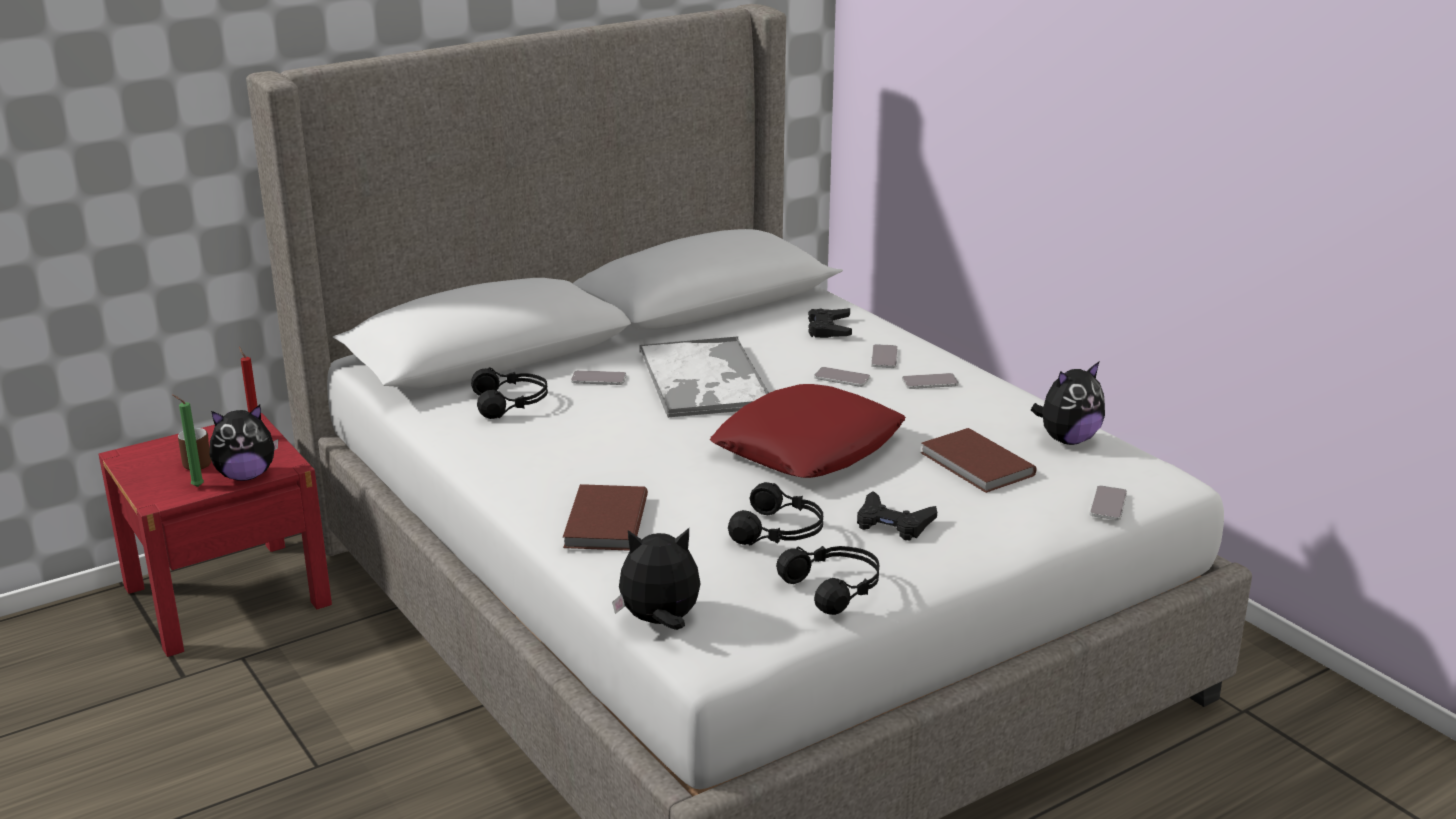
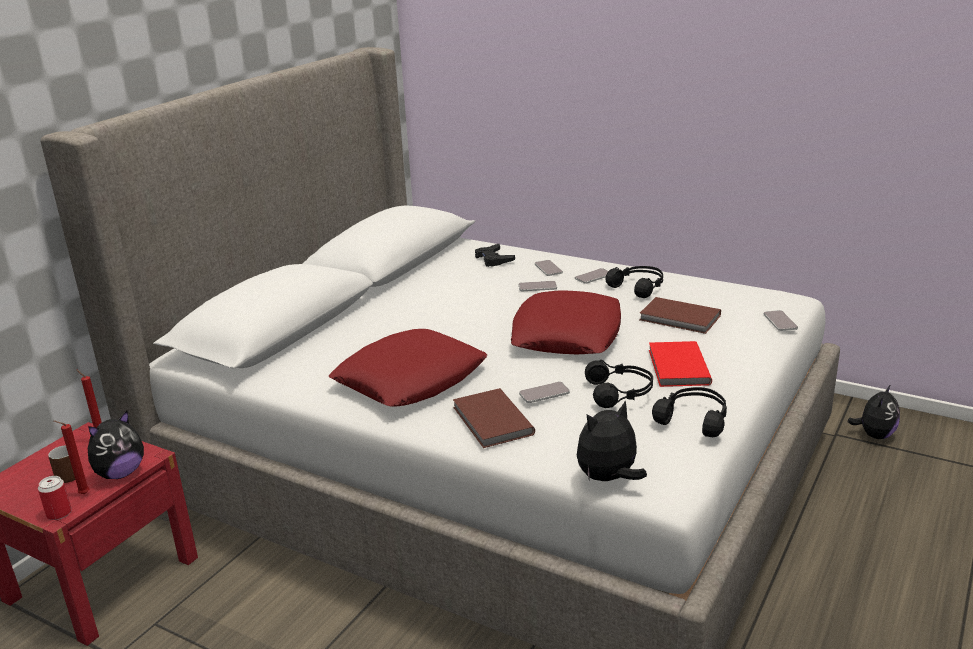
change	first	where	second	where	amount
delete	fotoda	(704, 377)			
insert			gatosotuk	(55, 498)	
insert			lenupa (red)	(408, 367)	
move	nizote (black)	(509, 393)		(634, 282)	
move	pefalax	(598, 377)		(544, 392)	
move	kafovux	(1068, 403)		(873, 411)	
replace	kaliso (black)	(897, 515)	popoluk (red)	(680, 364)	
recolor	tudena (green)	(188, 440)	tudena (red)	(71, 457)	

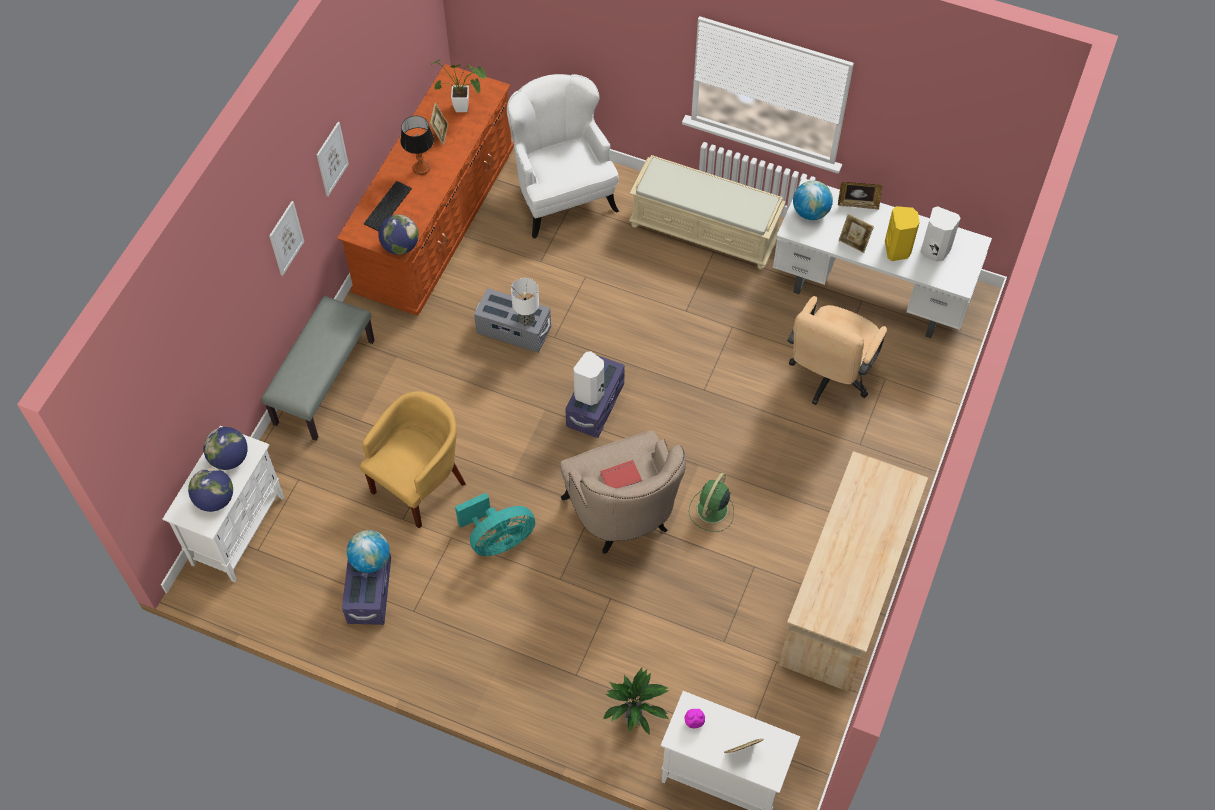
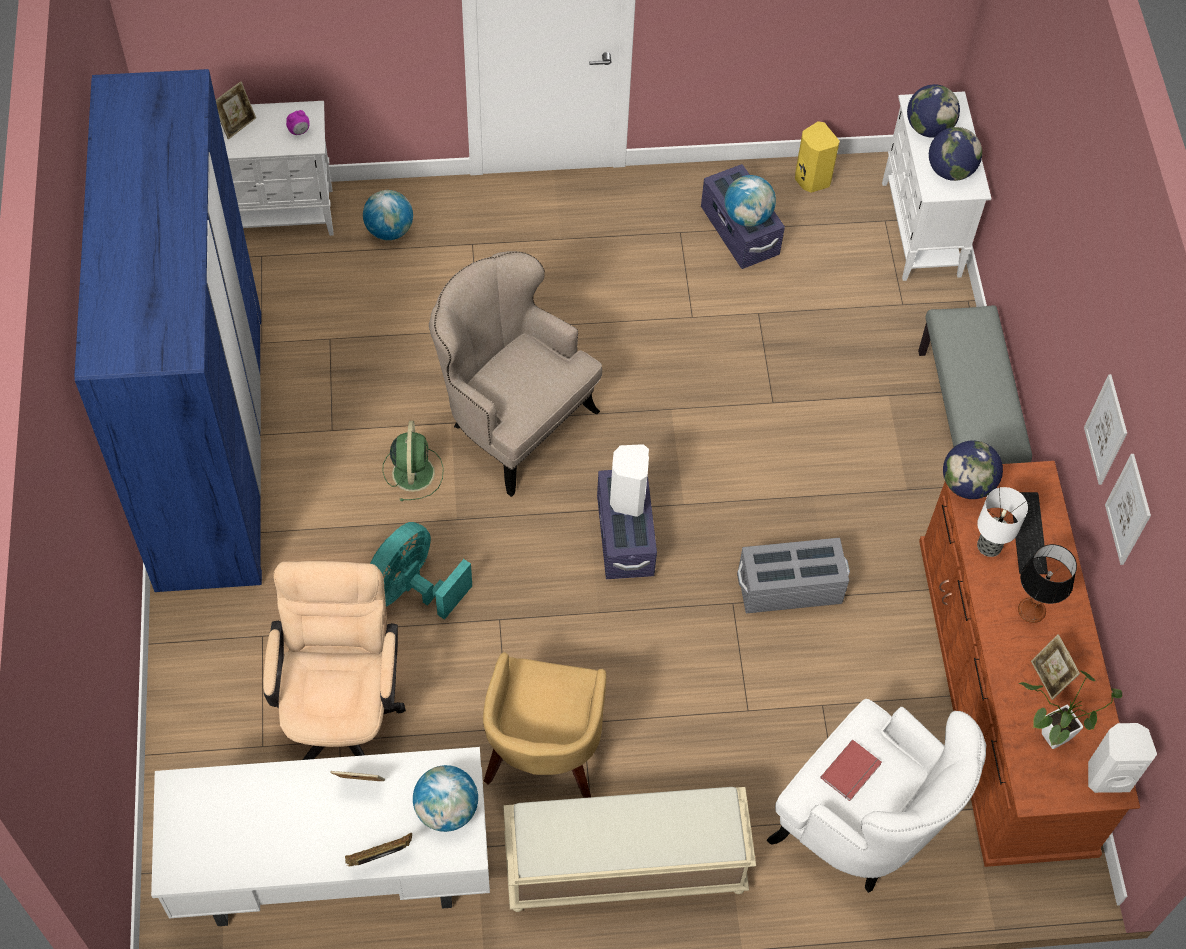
change	first	where	second	where	amount
move	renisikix	(286, 238)		(1128, 509)	
move	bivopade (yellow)	(413, 459)		(544, 725)	
move	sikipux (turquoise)	(495, 524)		(421, 571)	
move	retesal	(525, 302)		(1002, 522)	
move	popoluk (red)	(621, 474)		(851, 770)	
move	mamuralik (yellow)	(902, 233)		(817, 157)	
move	mamuralik (white)	(941, 234)		(1122, 758)	
replace	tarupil	(636, 701)	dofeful	(388, 215)	
replace	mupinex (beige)	(853, 571)	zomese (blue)	(168, 330)	

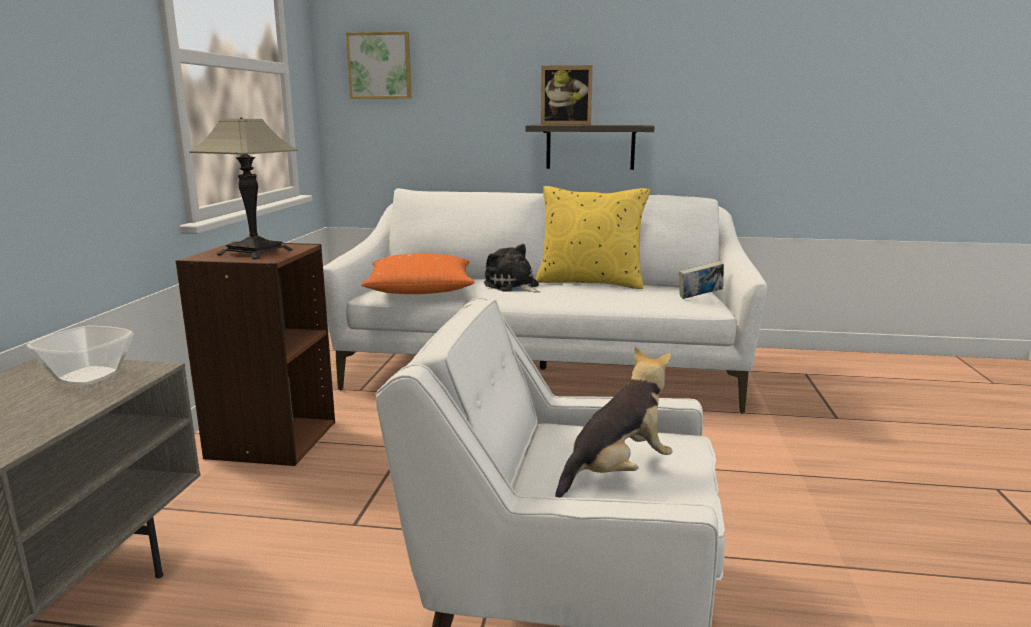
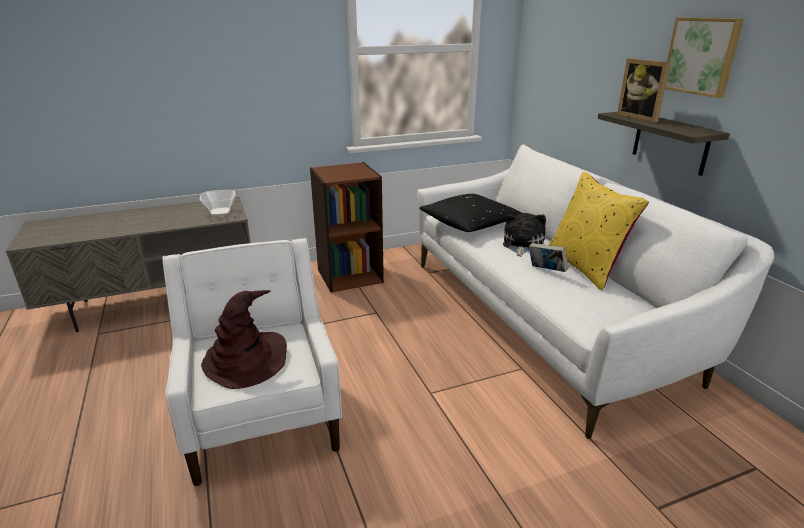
change	first	where	second	where	amount
delete	retesal	(243, 188)			
move	renisikix	(379, 65)		(704, 57)	
move	popoluk	(701, 280)		(548, 257)	
replace	kafovux	(613, 422)	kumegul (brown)	(244, 339)	
recolor	lenupa (orange)	(417, 273)	lenupa (black)	(470, 213)	

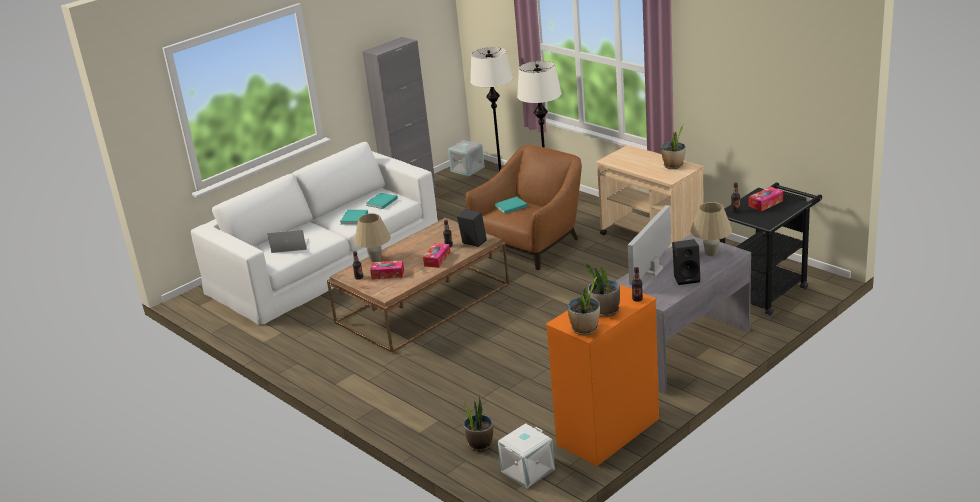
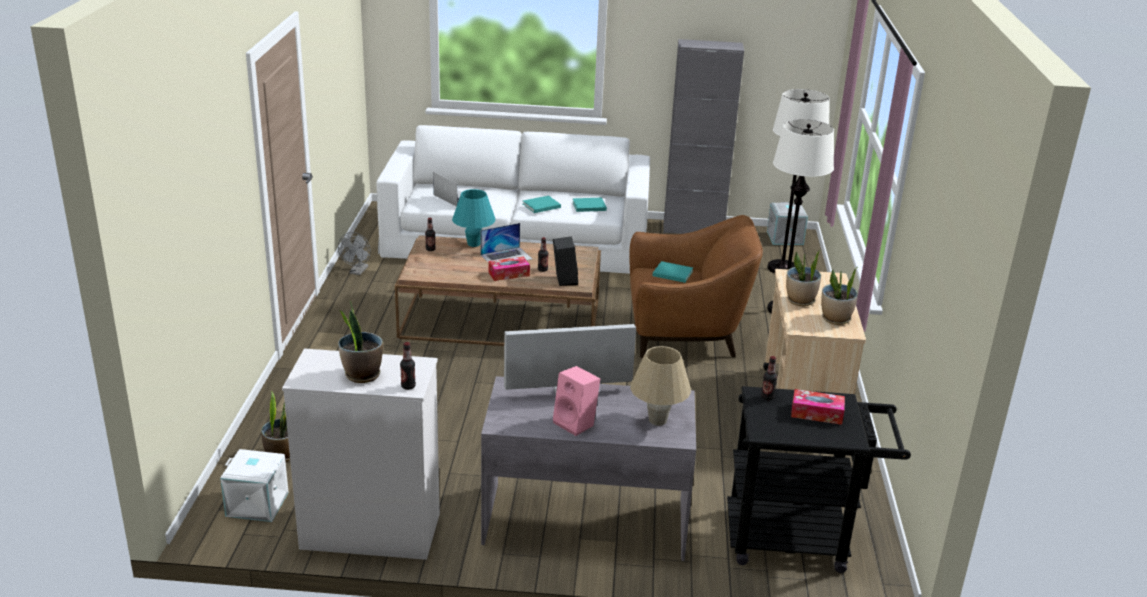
change	first	where	second	where	amount
delete	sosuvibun	(387, 269)			
insert			sikipux (grey)	(354, 253)	
insert			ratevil	(506, 242)	
move	tarupil	(583, 306)		(803, 277)	
recolor	retesal (beige)	(372, 237)	retesal (turquoise)	(473, 218)	
recolor	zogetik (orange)	(602, 375)	zogetik (white)	(361, 454)	
recolor	mamuralik (black)	(686, 262)	mamuralik (pink)	(576, 401)	

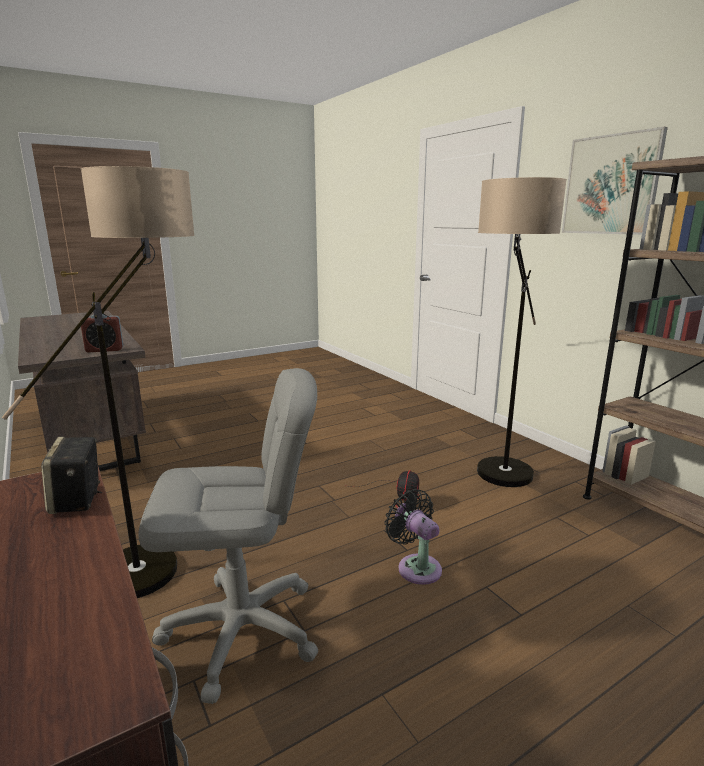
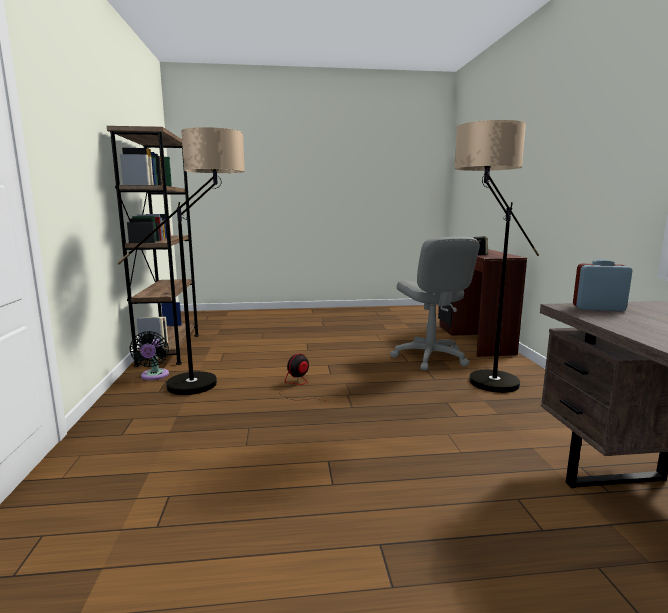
change	first	where	second	where	amount
delete	renisikix	(615, 181)			
move	sikipux (black)	(413, 537)		(149, 355)	
rotate	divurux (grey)	(228, 536)		(435, 304)	120 degrees counterclockwise

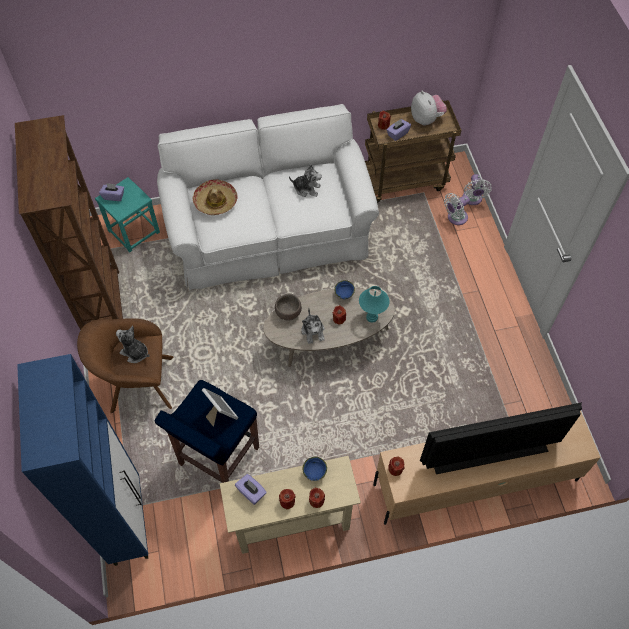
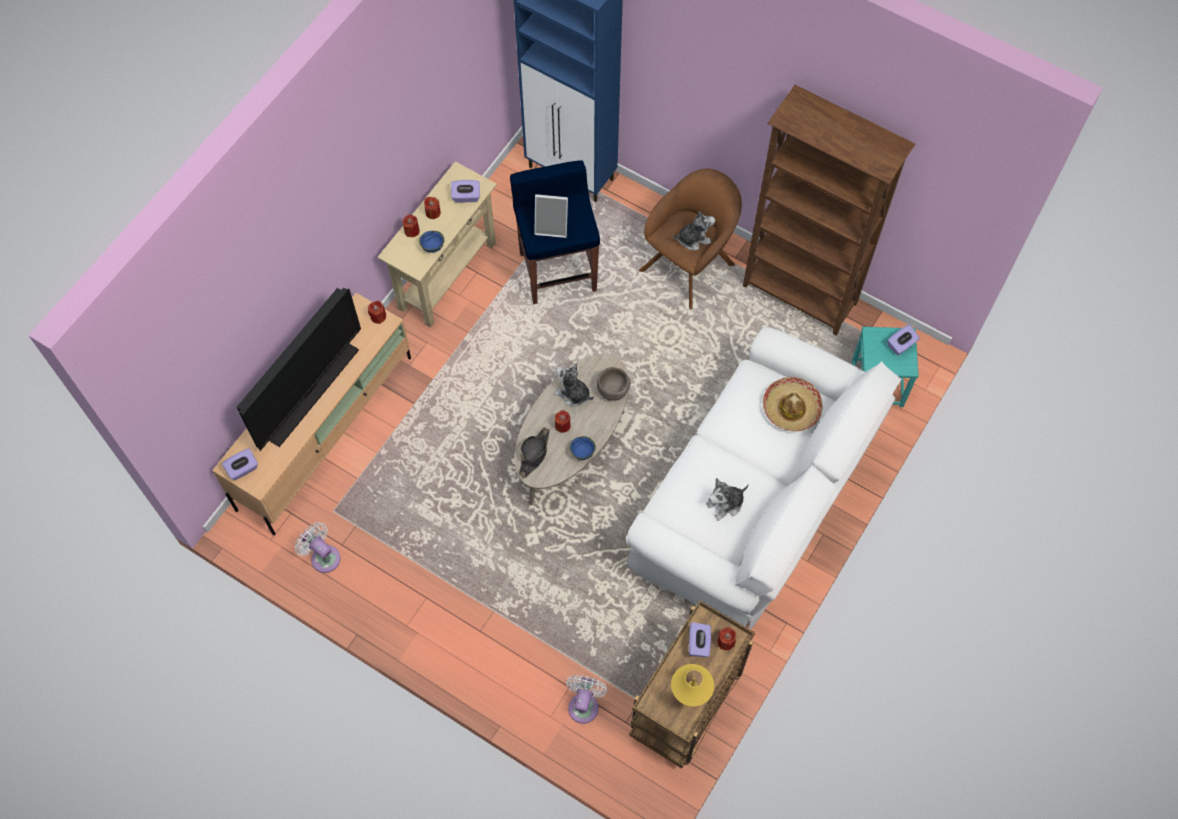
change	first	where	second	where	amount
insert			sosuvibun (purple)	(240, 464)	
move	sikipux (white)	(477, 189)		(317, 547)	
replace	retesal (turquoise)	(374, 304)	kumegul (black)	(534, 452)	
replace	kafovux	(429, 108)	retesal (yellow)	(692, 685)	

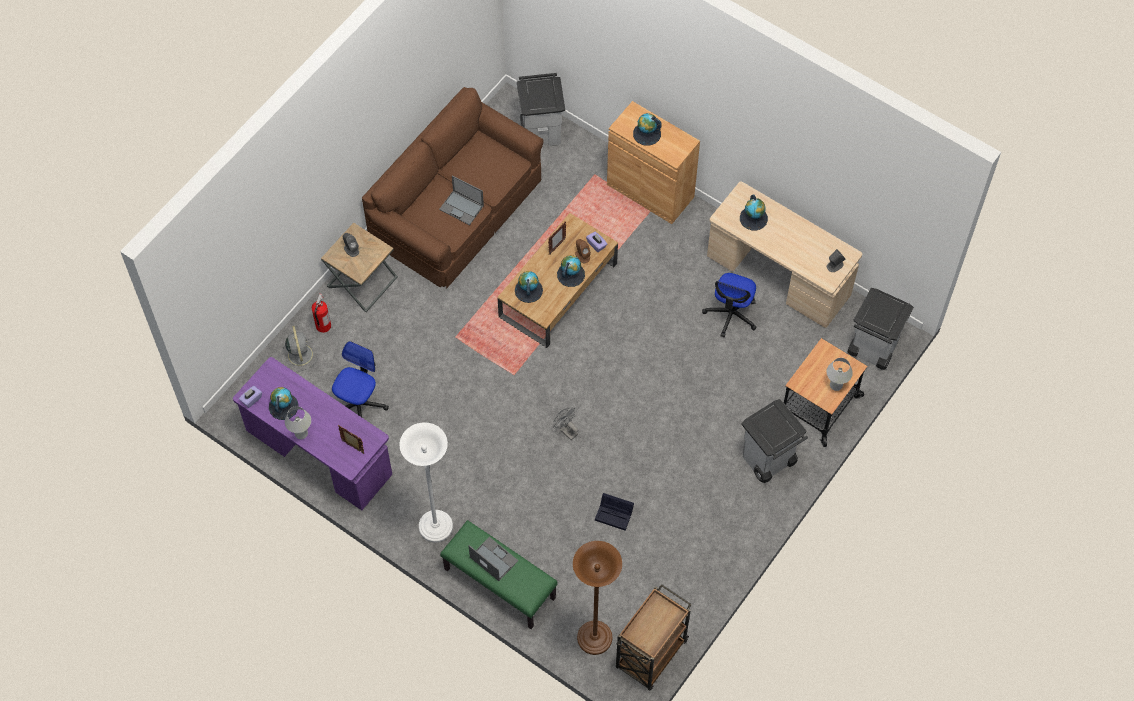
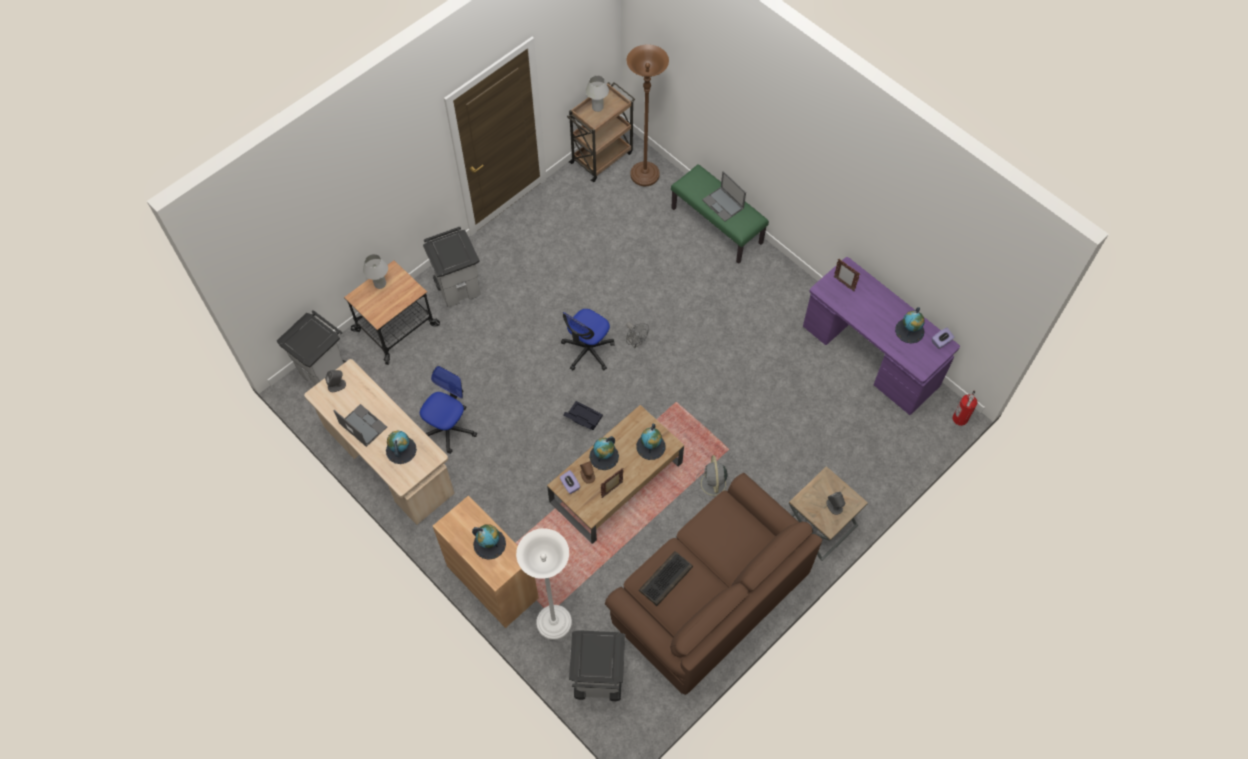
change	first	where	second	where	amount
insert			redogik	(666, 578)	
move	sikipux (grey)	(300, 349)		(713, 478)	
move	retesal (white)	(298, 422)		(597, 93)	
move	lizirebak	(321, 313)		(965, 408)	
move	divurux	(360, 379)		(588, 339)	
move	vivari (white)	(426, 482)		(544, 584)	
move	ratevil	(461, 200)		(360, 425)	
move	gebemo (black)	(614, 512)		(583, 415)	

